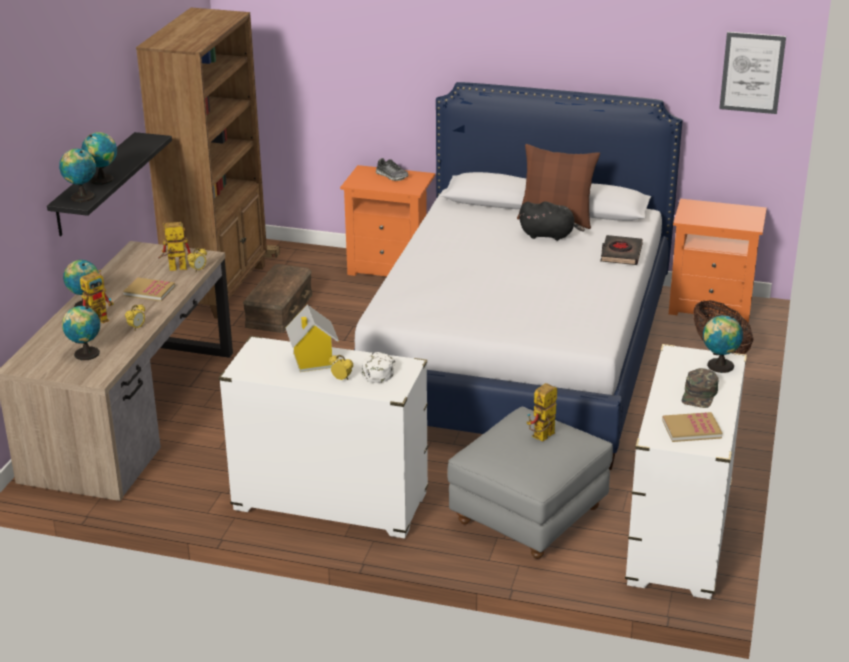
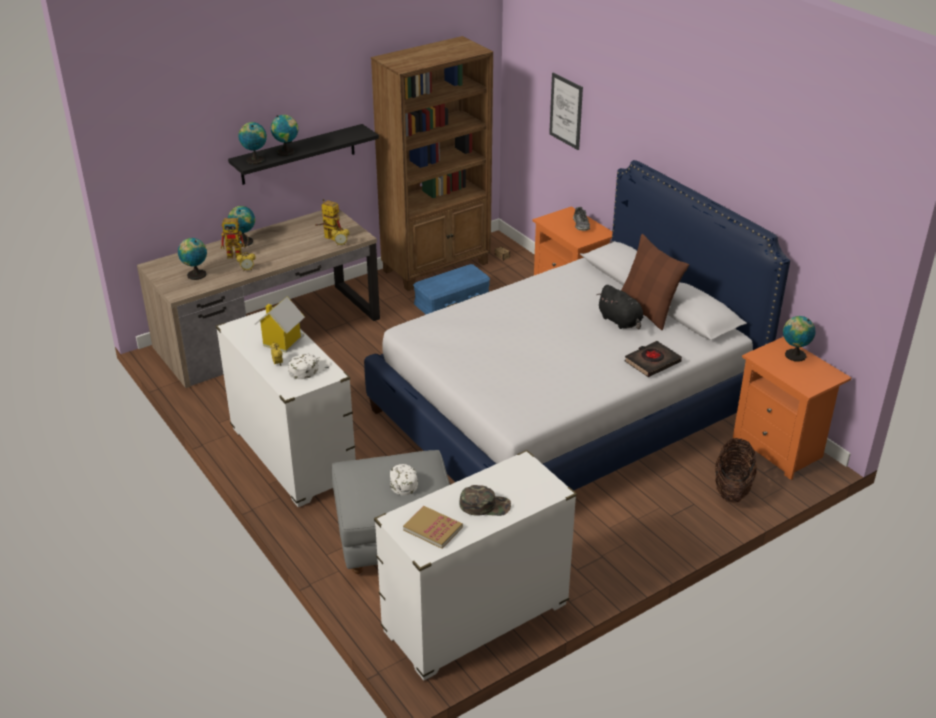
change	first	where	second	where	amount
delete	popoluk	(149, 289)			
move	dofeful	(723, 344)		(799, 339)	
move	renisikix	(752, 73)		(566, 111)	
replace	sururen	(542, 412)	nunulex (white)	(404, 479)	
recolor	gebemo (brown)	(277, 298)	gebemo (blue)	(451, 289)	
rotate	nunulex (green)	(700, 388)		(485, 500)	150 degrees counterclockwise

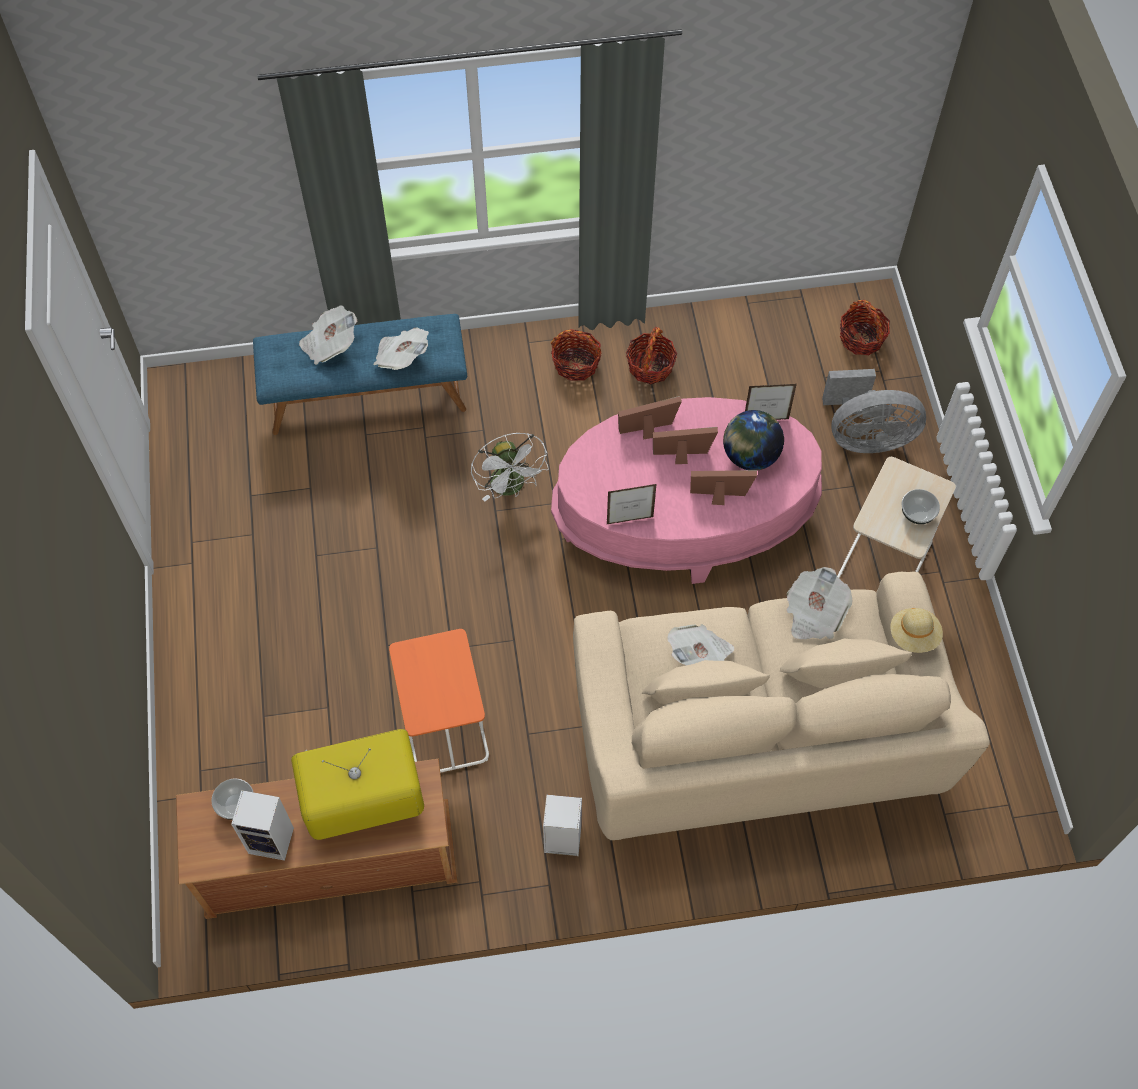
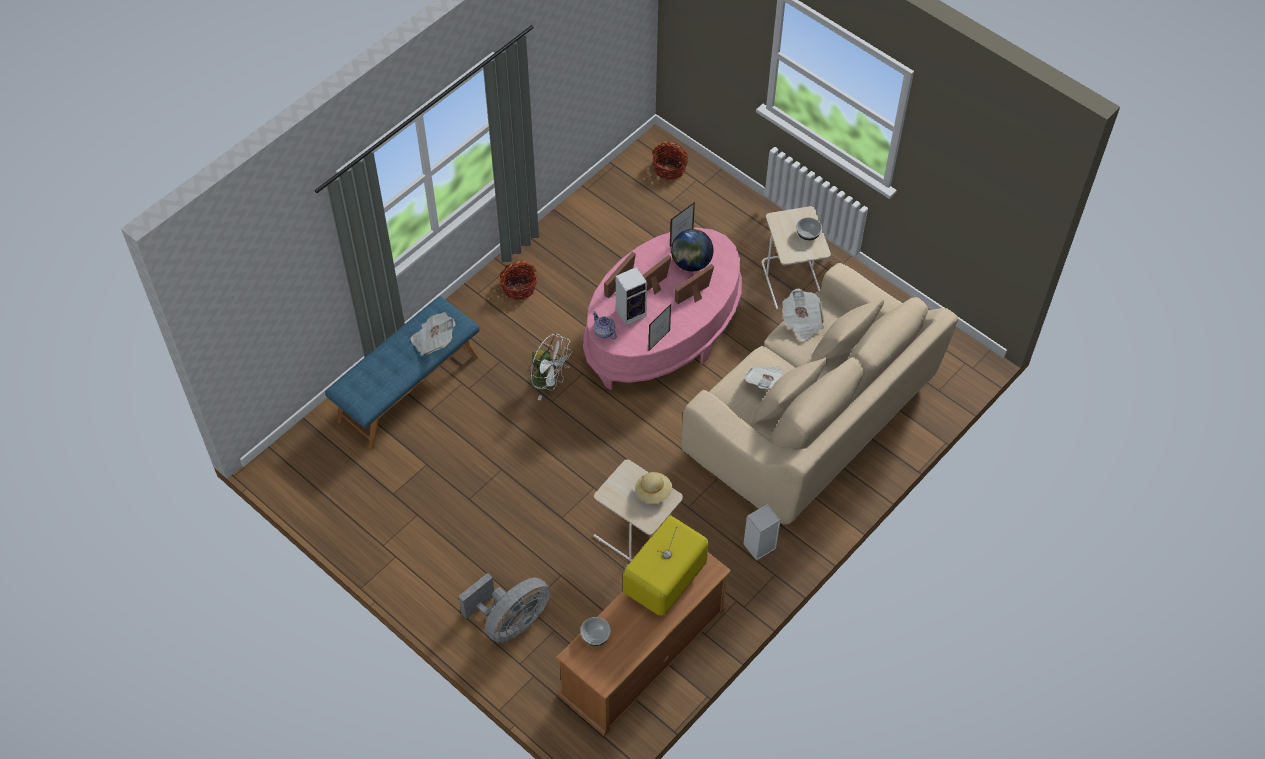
change	first	where	second	where	amount
delete	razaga	(328, 335)			
delete	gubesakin	(651, 355)			
insert			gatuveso	(604, 325)	
move	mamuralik	(262, 825)		(631, 296)	
move	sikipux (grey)	(874, 411)		(504, 608)	
move	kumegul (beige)	(916, 630)		(653, 488)	
recolor	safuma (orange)	(439, 701)	safuma (beige)	(638, 510)	

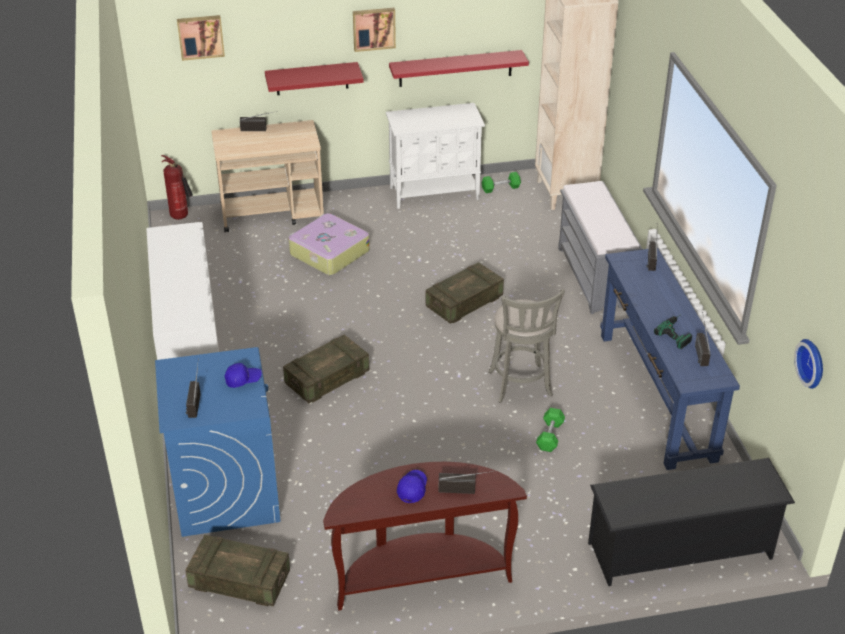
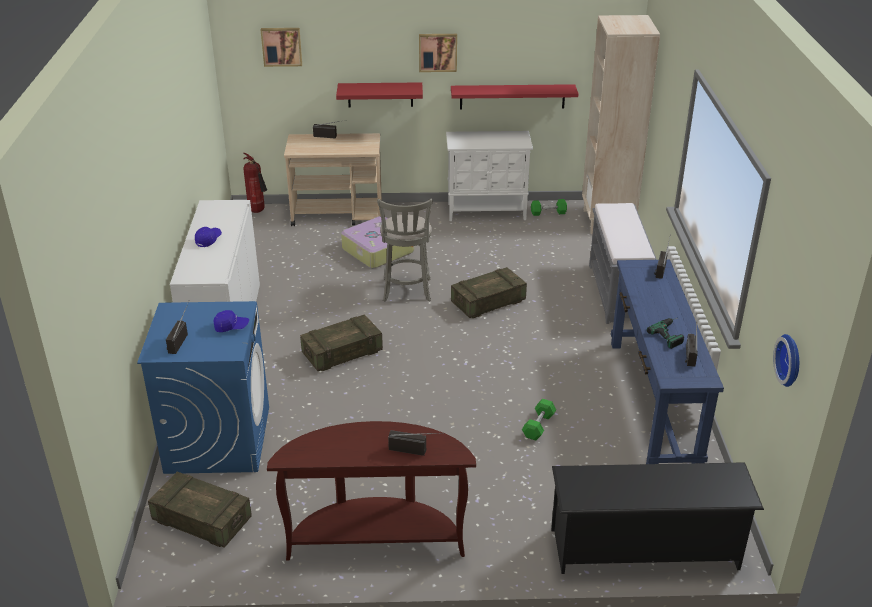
change	first	where	second	where	amount
move	nunulex (blue)	(412, 486)		(208, 237)	
move	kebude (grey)	(527, 346)		(405, 250)	

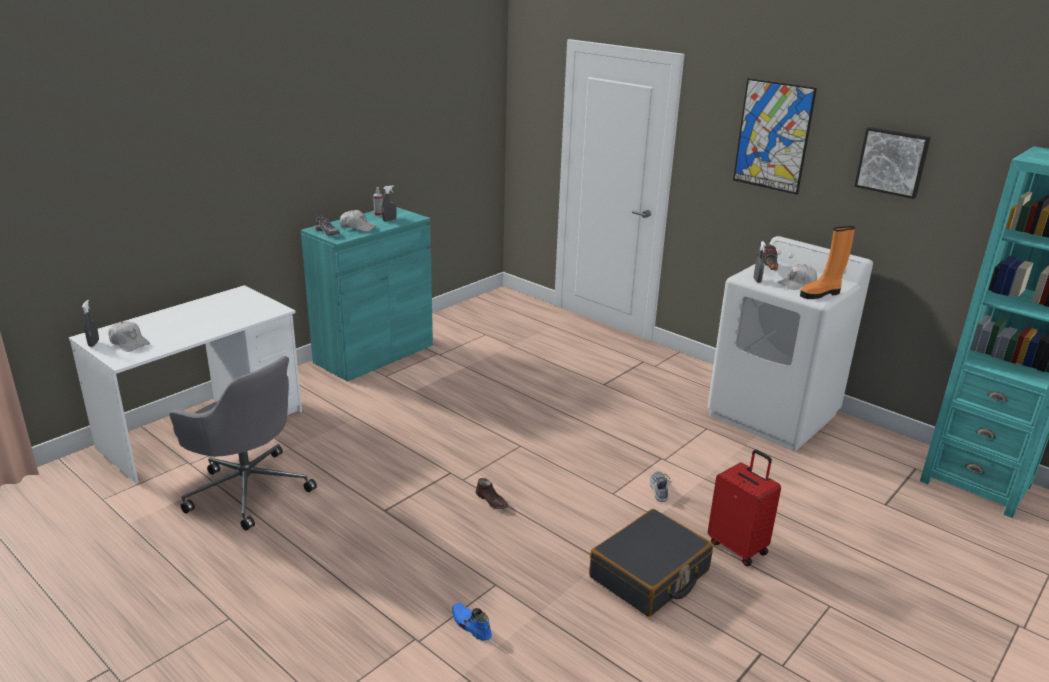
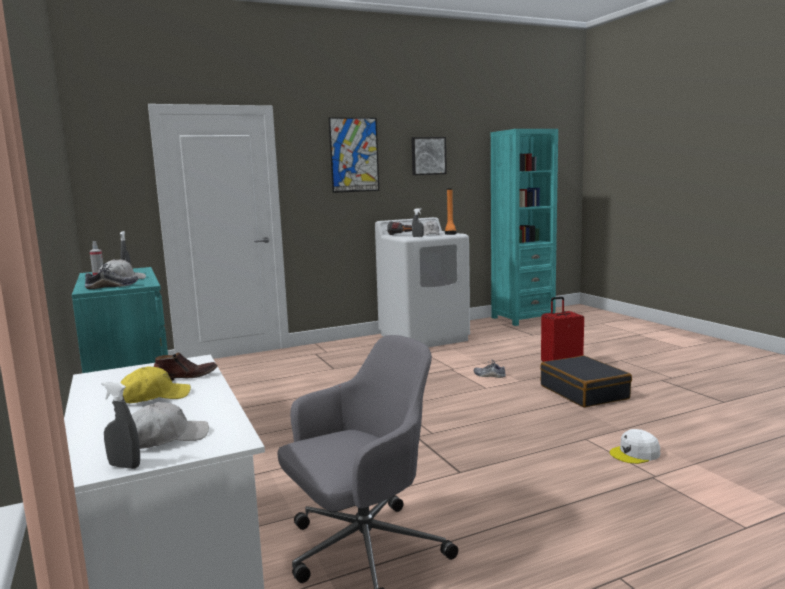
change	first	where	second	where	amount
insert			nunulex (yellow)	(156, 384)	
move	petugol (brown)	(492, 493)		(185, 366)	
replace	petugol (blue)	(472, 622)	nunulex (white)	(635, 446)	

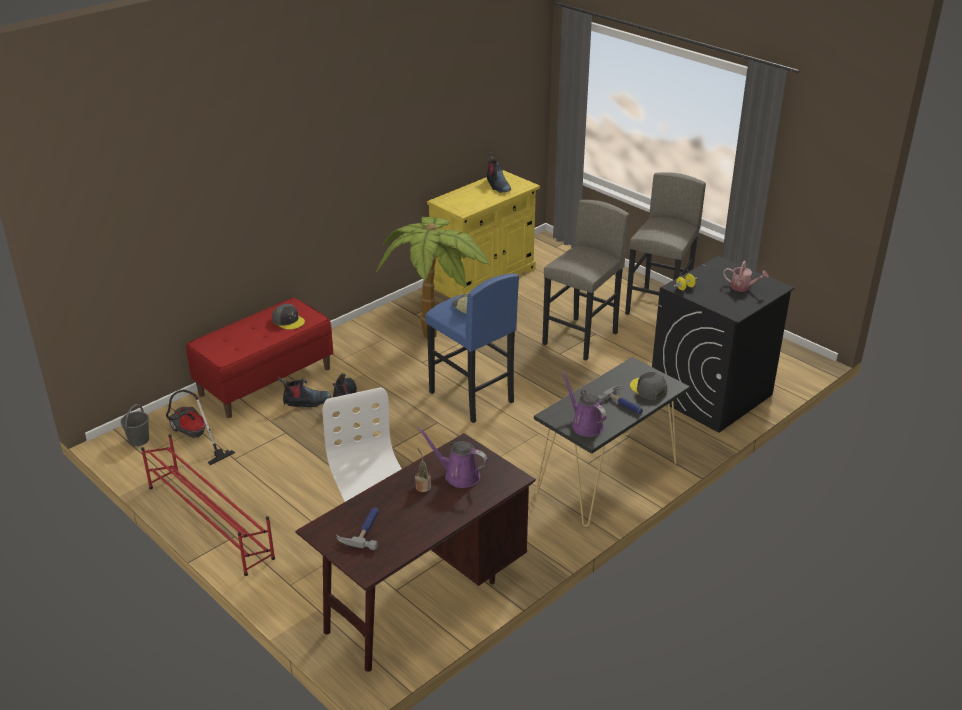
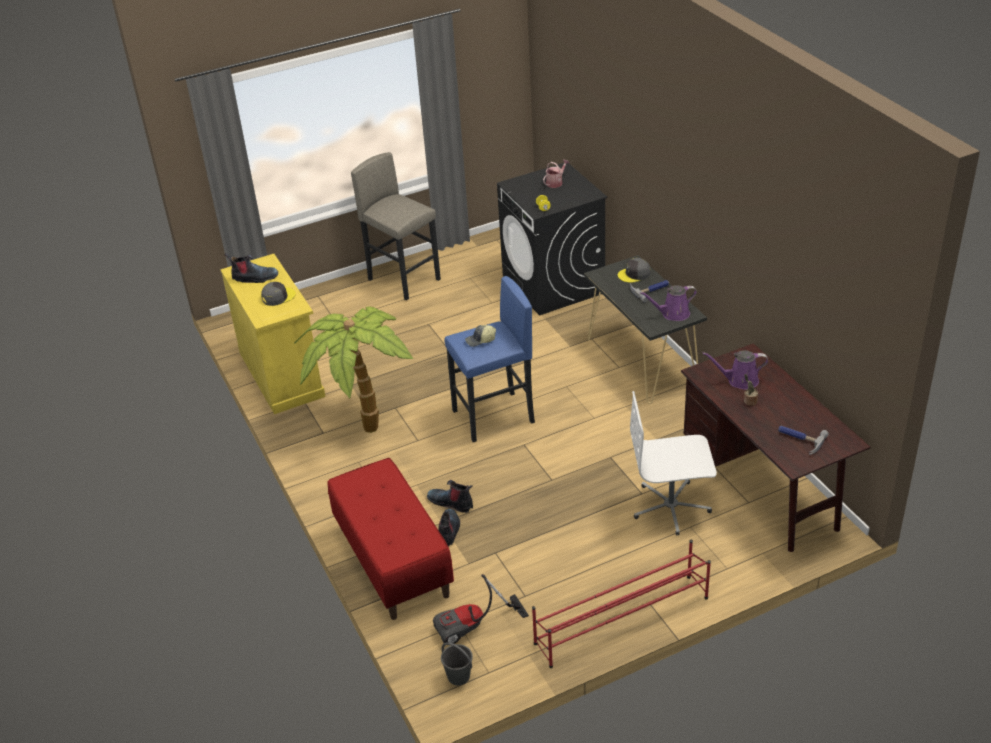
change	first	where	second	where	amount
delete	kebude (grey)	(585, 280)			
move	nunulex (grey)	(288, 317)		(278, 294)	
rotate	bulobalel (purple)	(452, 457)		(735, 370)	45 degrees clockwise

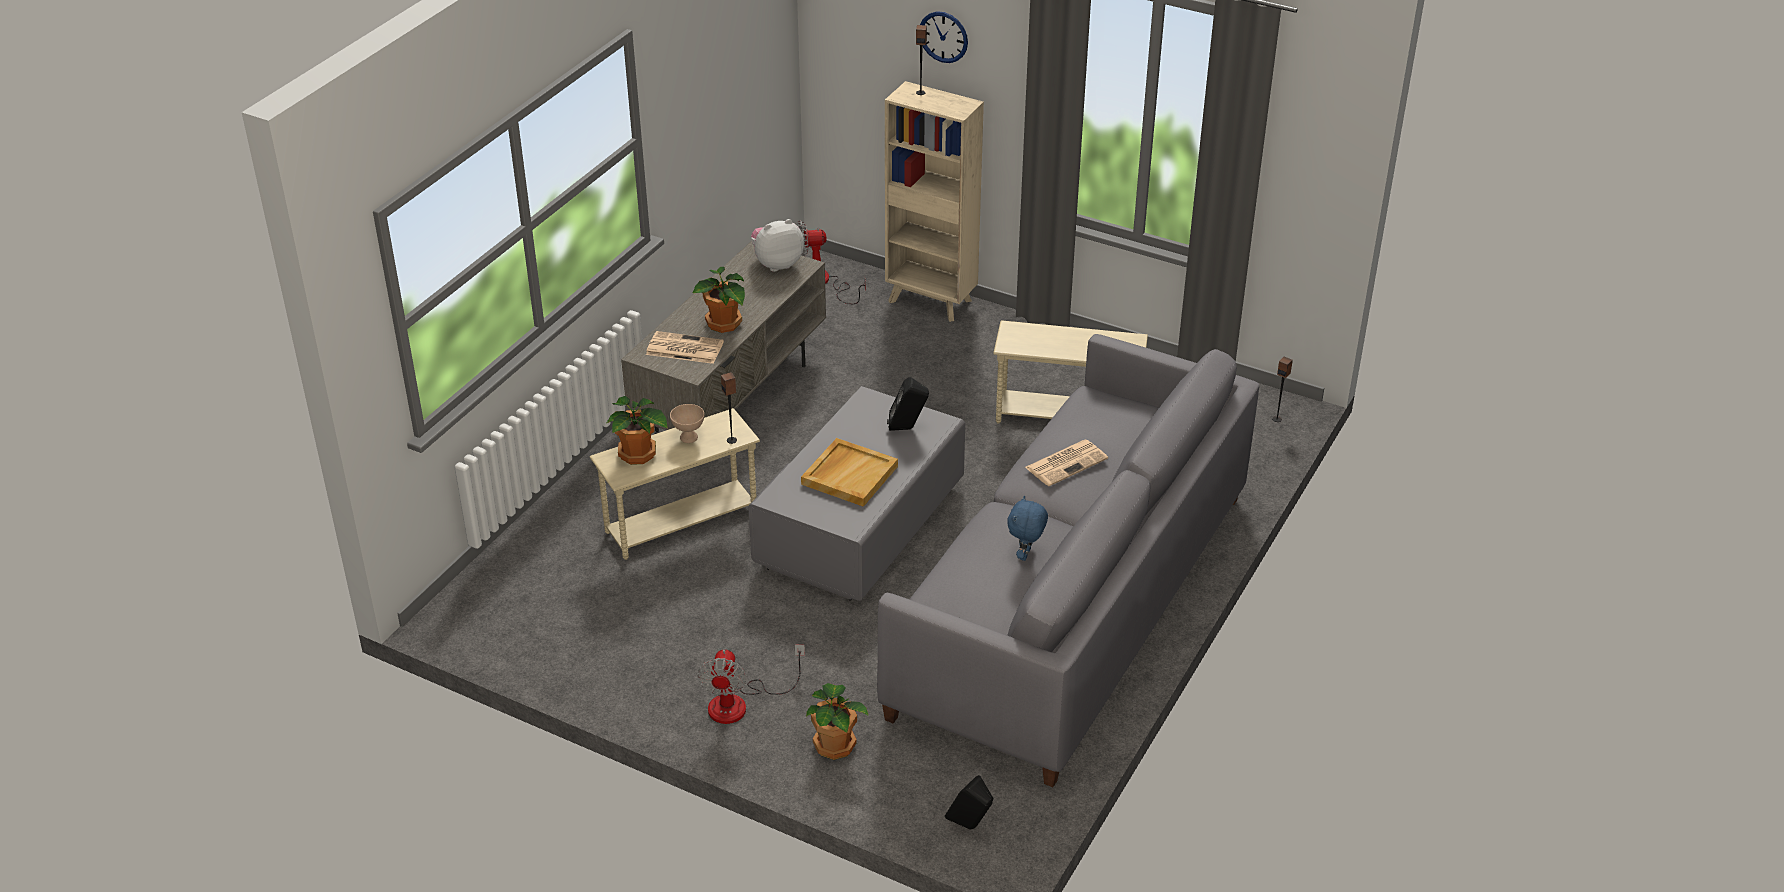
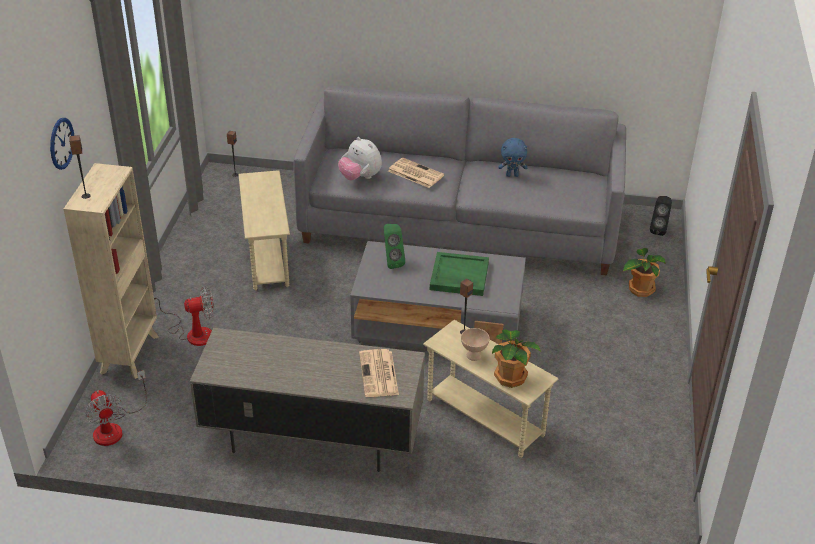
change	first	where	second	where	amount
delete	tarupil	(719, 300)			
move	sikipux	(751, 684)		(184, 316)	
move	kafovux	(777, 245)		(360, 158)	
recolor	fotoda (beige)	(849, 472)	fotoda (green)	(459, 274)	
recolor	mamuralik (black)	(908, 404)	mamuralik (green)	(394, 246)	

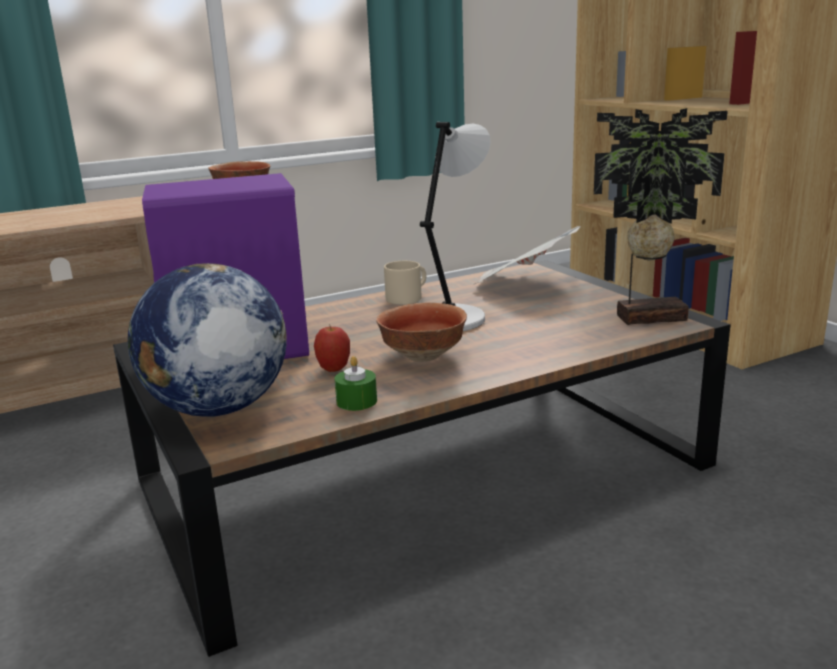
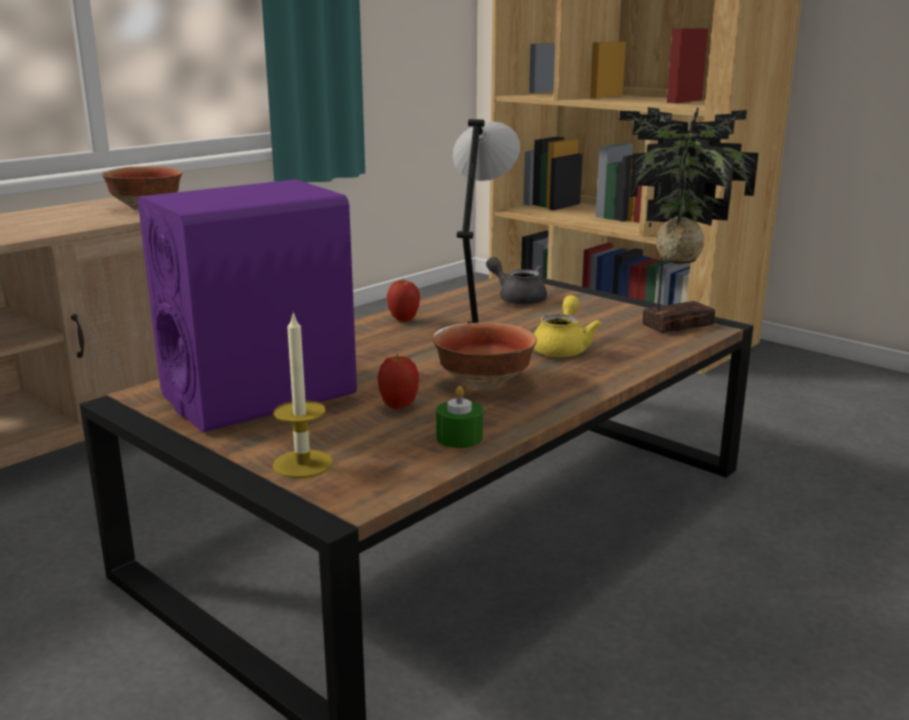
change	first	where	second	where	amount
insert			gatuveso (yellow)	(568, 326)	
replace	dofeful	(207, 340)	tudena	(303, 395)	
replace	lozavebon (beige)	(405, 283)	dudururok	(403, 301)	
replace	razaga	(528, 255)	gatuveso (grey)	(516, 281)	

